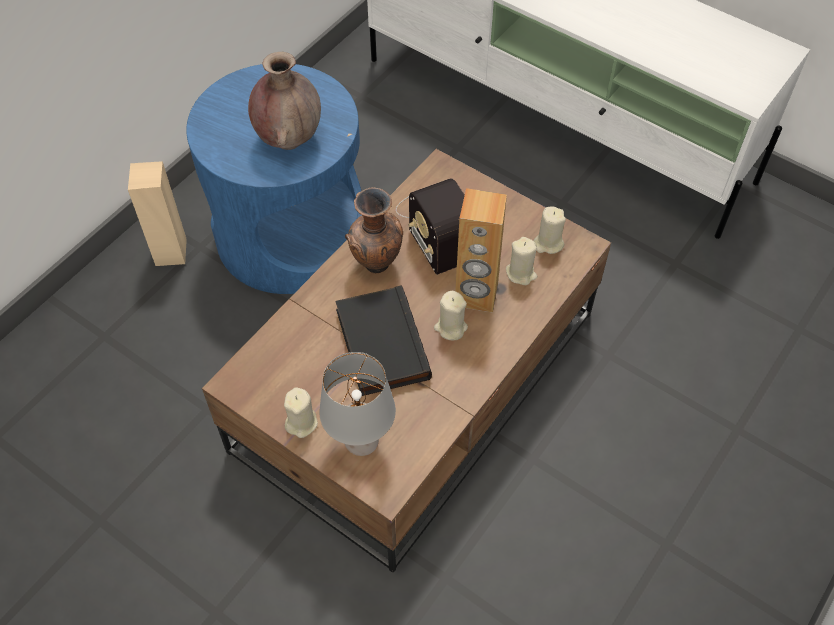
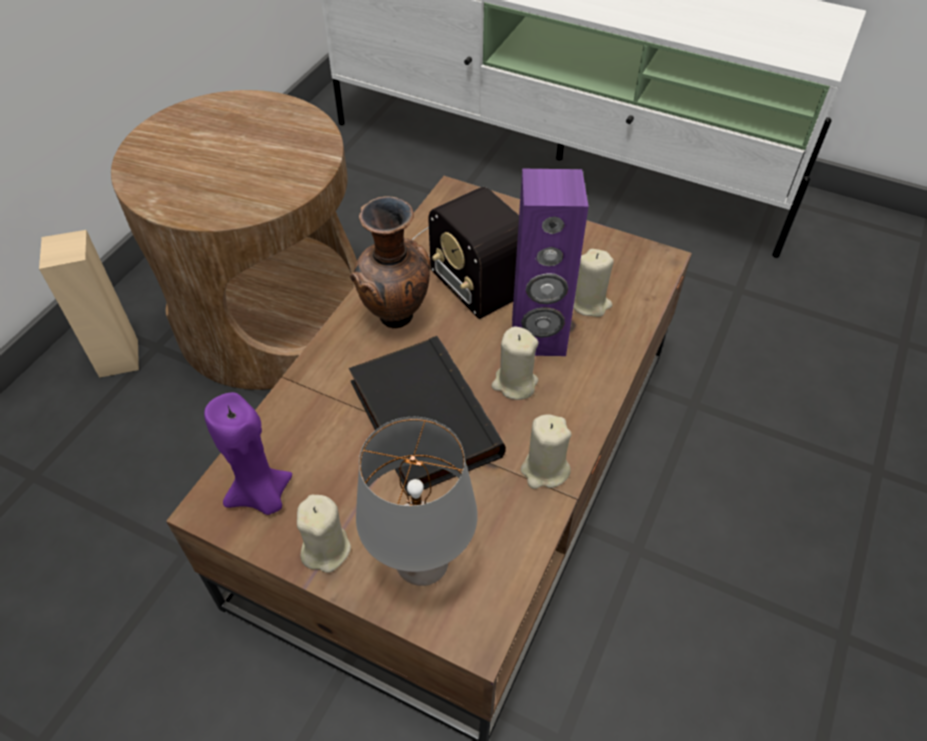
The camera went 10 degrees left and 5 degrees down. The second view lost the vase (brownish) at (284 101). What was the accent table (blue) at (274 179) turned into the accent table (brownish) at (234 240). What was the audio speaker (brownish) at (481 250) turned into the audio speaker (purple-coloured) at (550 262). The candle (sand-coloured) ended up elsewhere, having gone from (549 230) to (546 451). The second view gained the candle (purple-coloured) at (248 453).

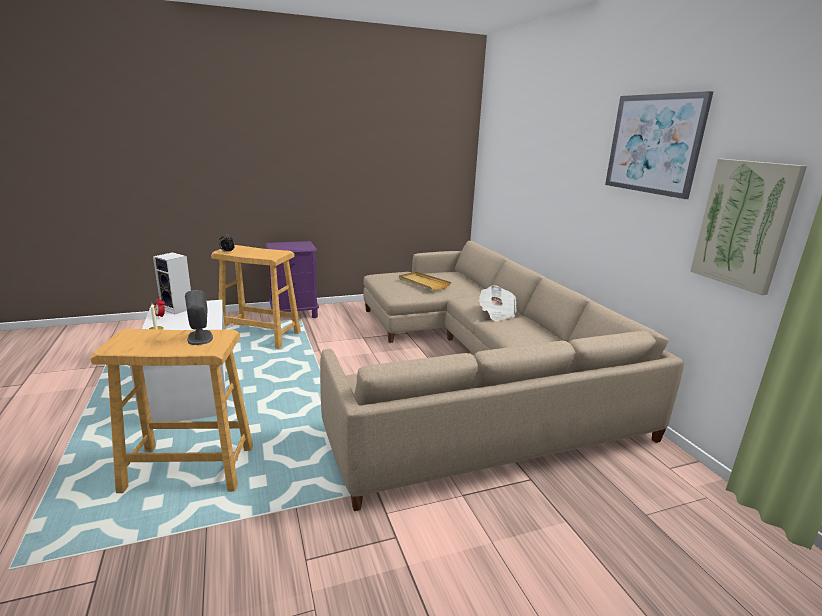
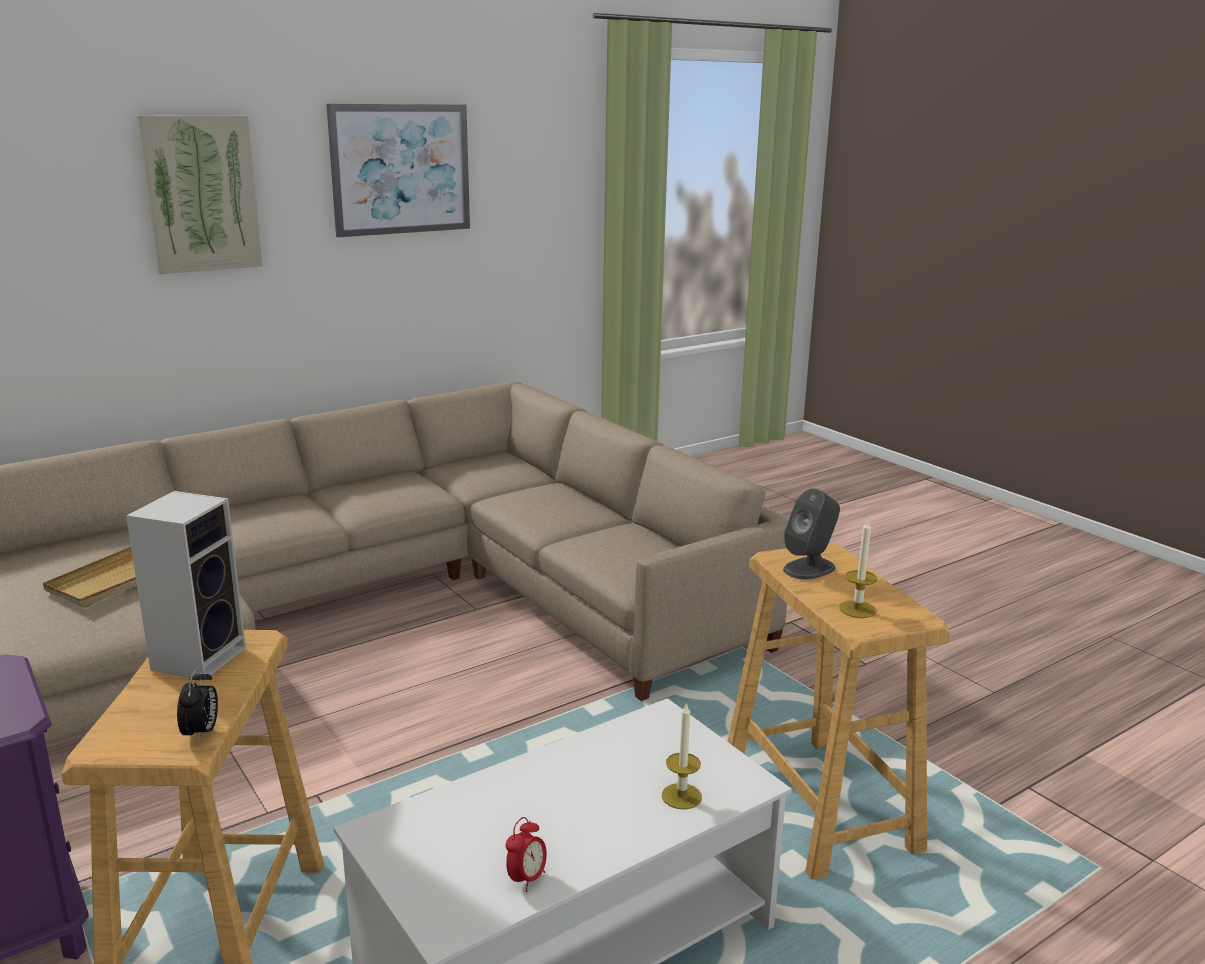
The camera went 105 degrees left and 0 degrees up. The wall art ended up elsewhere, having gone from (748 227) to (199 194). The audio speaker ended up elsewhere, having gone from (172 283) to (186 586). The second view lost the daily paper at (497 303). The second view gained the candle at (858 569).

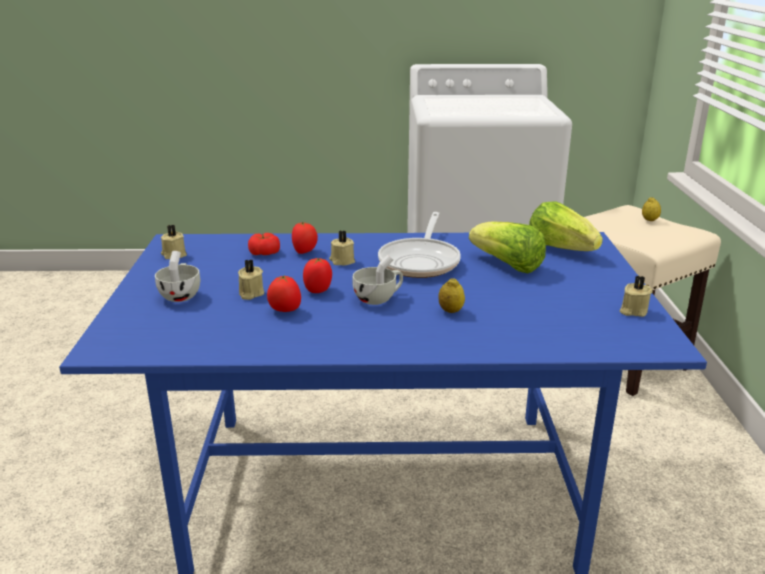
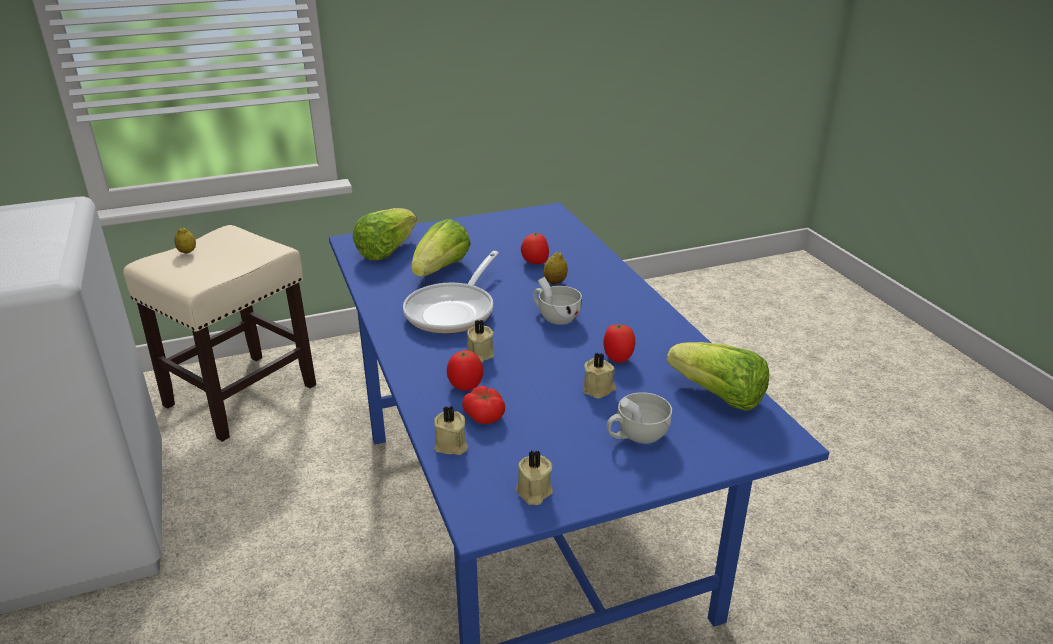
The camera went 110 degrees left and 5 degrees up. The skillet at (419 245) ended up facing another way, 120 degrees clockwise from before. The whole tomato ended up elsewhere, having gone from (317 275) to (535 248). The candle (sand-coloured) ended up elsewhere, having gone from (635 296) to (451 430). The second view gained the head of lettuce at (718 376).

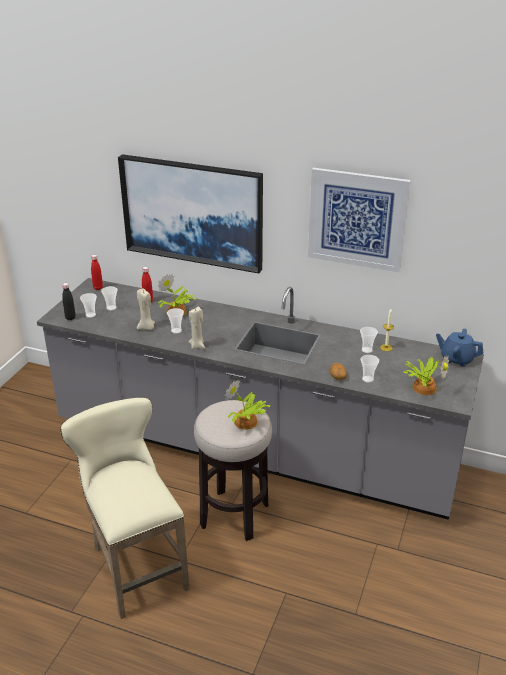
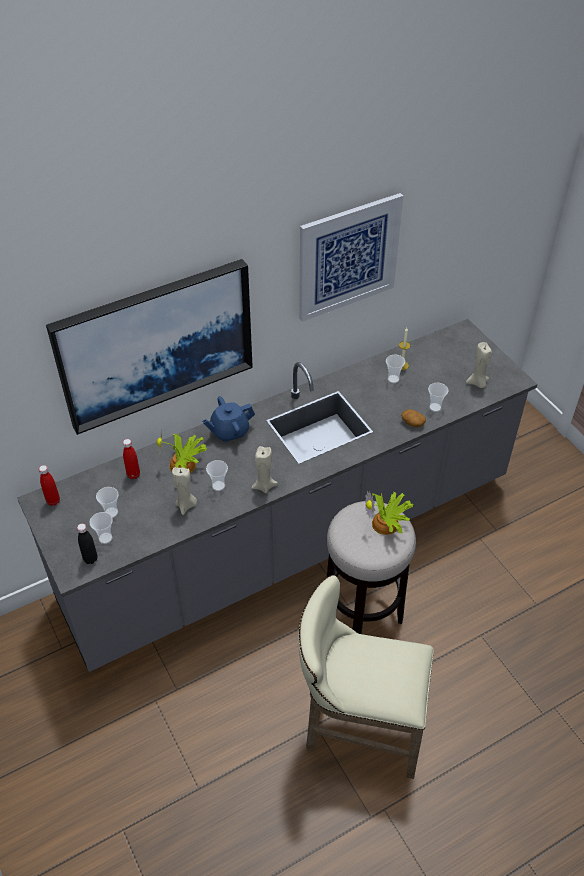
The camera went 50 degrees left and 15 degrees up. The pot for tea (blue) ended up elsewhere, having gone from (459 348) to (228 419). Where the houseplant stood at (426 374), the candle (sand-coloured) came to stand at (479 365).

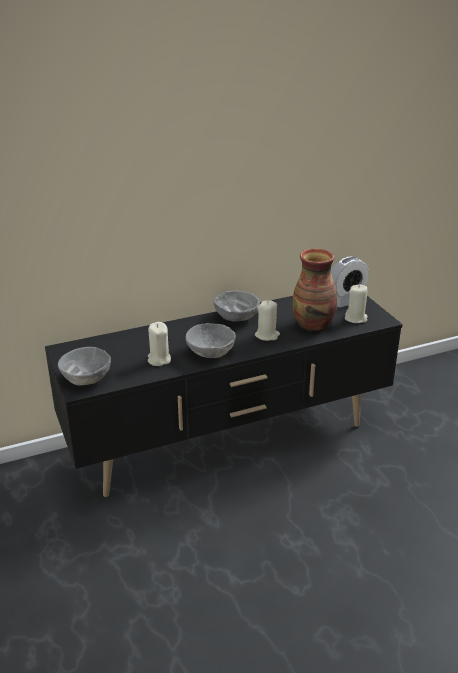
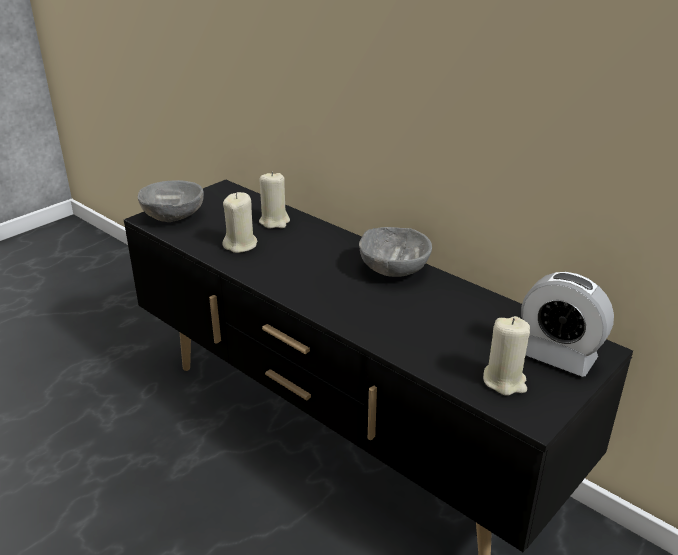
The camera went 65 degrees right and 0 degrees up. The second view lost the vase at (315 290). The candle (sand-coloured) ended up elsewhere, having gone from (267 320) to (274 200). The second view lost the serving bowl (grey) at (210 340).

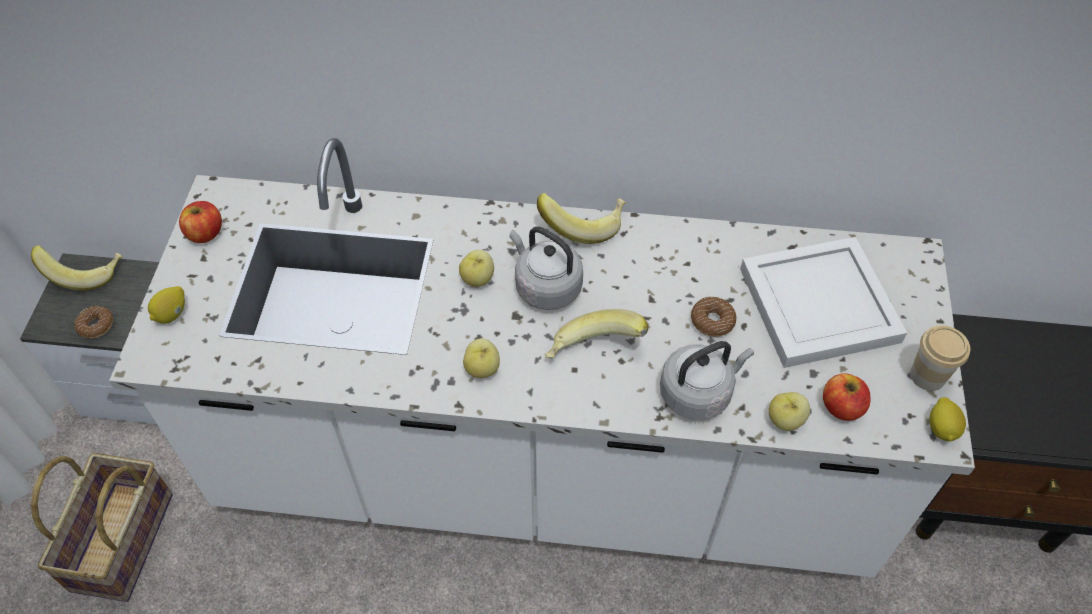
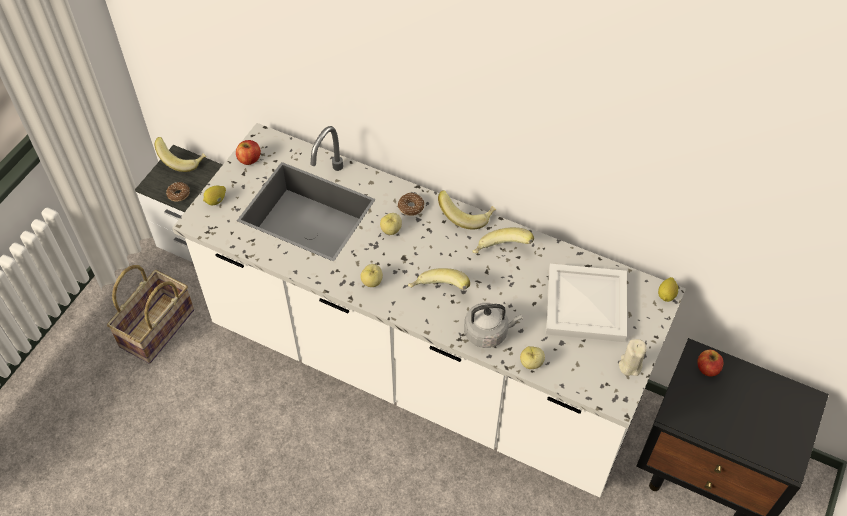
The camera went 20 degrees right and 0 degrees up. The second view lost the kettle (grey) at (546 268). The doughnut ended up elsewhere, having gone from (713 317) to (411 204). Where the drinking cup stood at (940 358), the candle (sand-coloured) came to stand at (633 357). The apple ended up elsewhere, having gone from (847 397) to (710 363). The lemon ended up elsewhere, having gone from (947 419) to (668 289). The second view gained the banana fruit at (503 240).

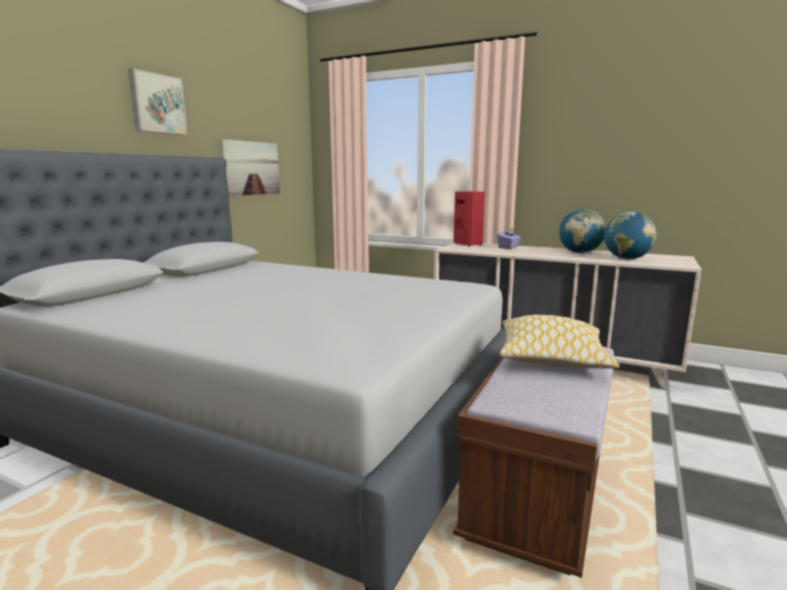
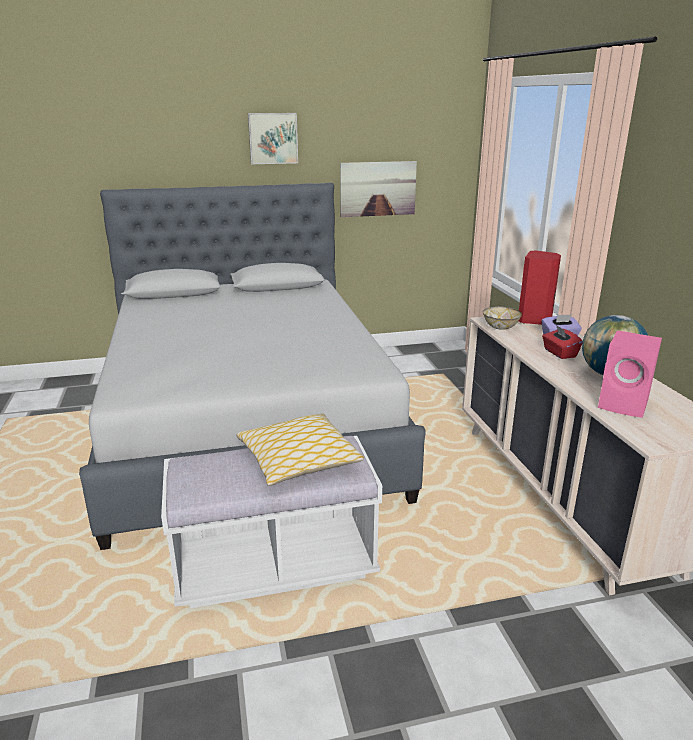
The camera went 50 degrees right and 10 degrees up. Where the desk globe stood at (630 235), the audio speaker (pinkish) came to stand at (630 374). What was the long seat (brownish) at (533 462) turned into the long seat (whitish) at (271 522). The second view gained the serving bowl at (502 318). The second view gained the box of tissues (red) at (562 342).

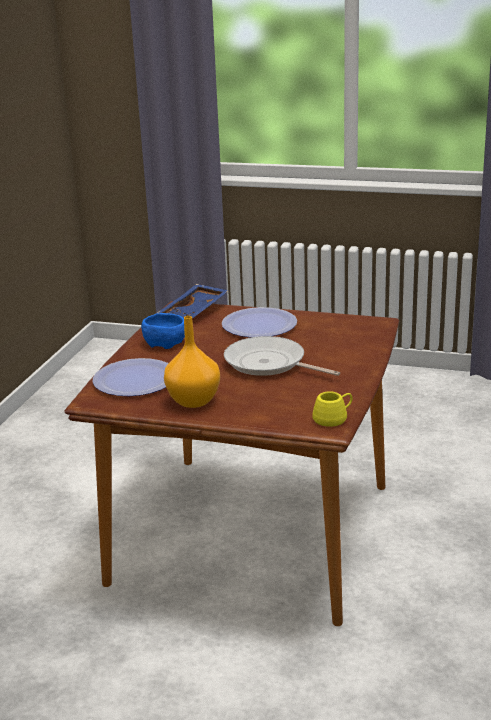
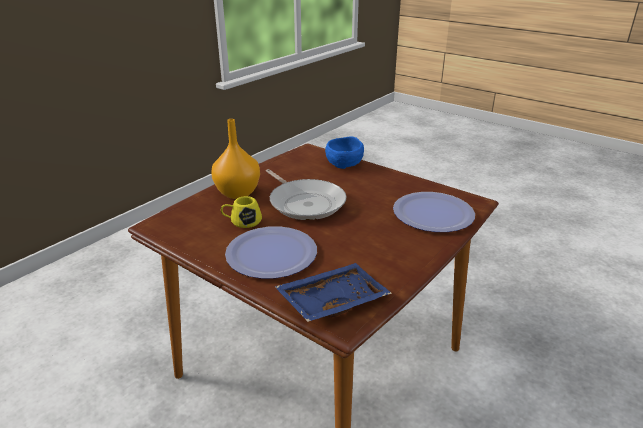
The camera went 160 degrees left and 5 degrees up. The serving bowl (blue) ended up elsewhere, having gone from (163 331) to (344 152). The vase (orange-coloured) ended up elsewhere, having gone from (192 362) to (235 159). The tea mug (yellow-coloured) ended up elsewhere, having gone from (332 409) to (241 212).

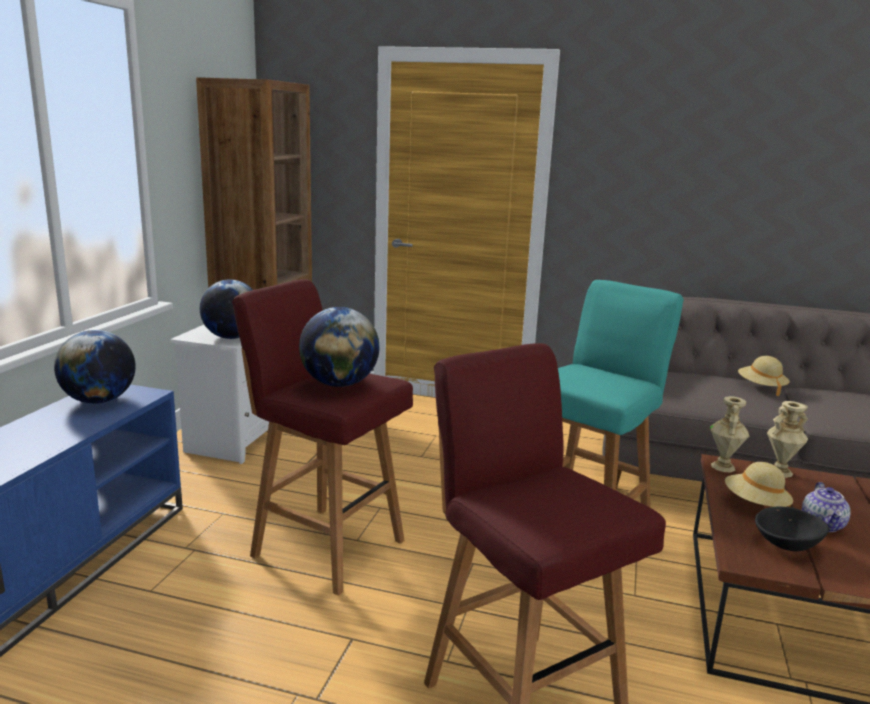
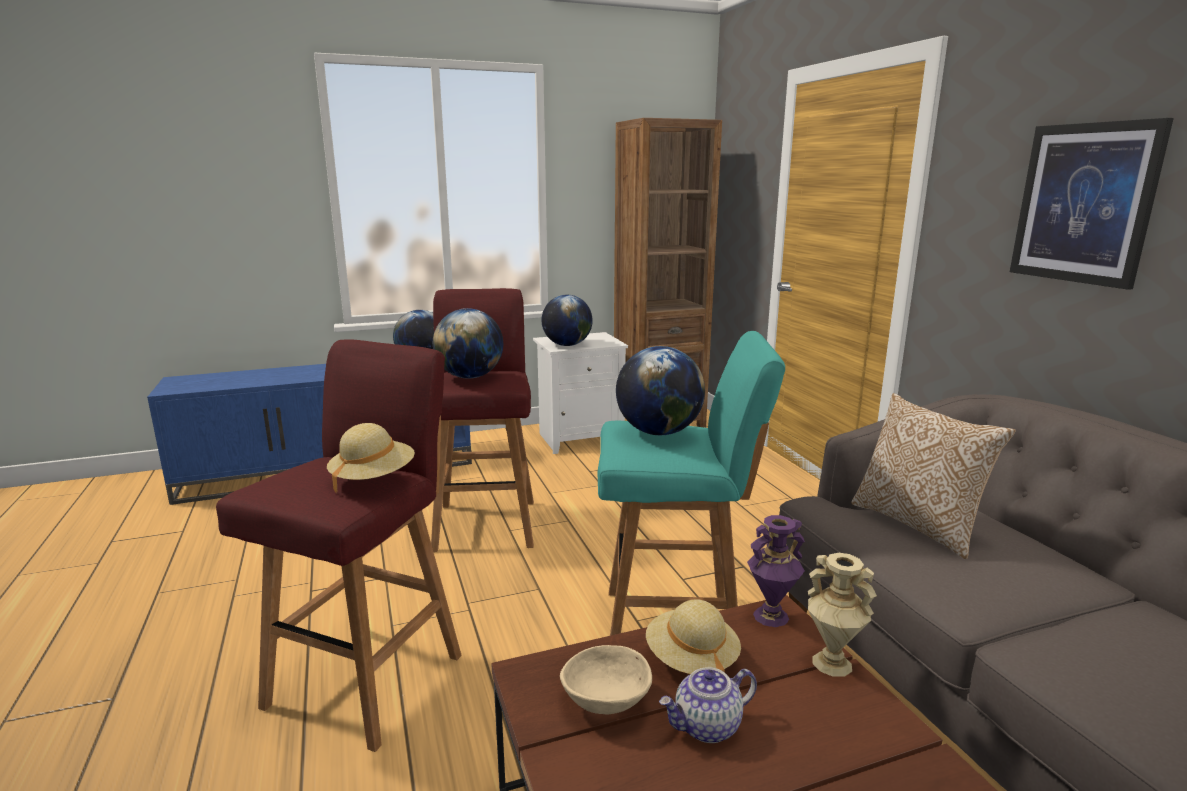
The camera went 55 degrees right and 0 degrees up. The hat (sand-coloured) ended up elsewhere, having gone from (764 376) to (371 457). What was the vase (sand-coloured) at (729 434) turned into the vase (purple-coloured) at (776 571). What was the serving bowl (black-coloured) at (792 528) turned into the serving bowl (sand-coloured) at (606 679). The second view gained the wall art at (1092 204). The second view gained the desk globe at (660 390). The second view gained the pillow at (933 476).

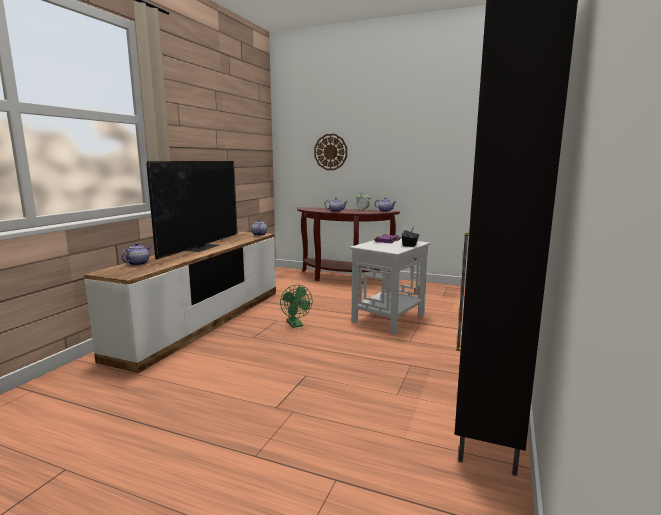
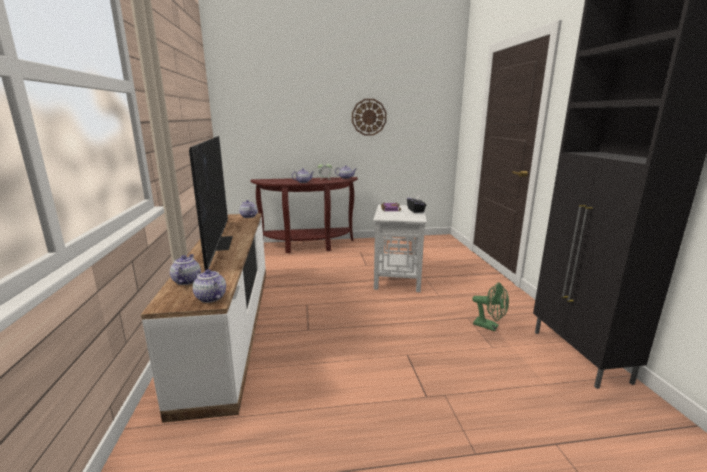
The camera went 30 degrees left and 5 degrees up. The wall clock ended up elsewhere, having gone from (330 152) to (369 117). The electric fan (greenish) ended up elsewhere, having gone from (296 306) to (490 307). The second view gained the pot for tea at (209 286).

